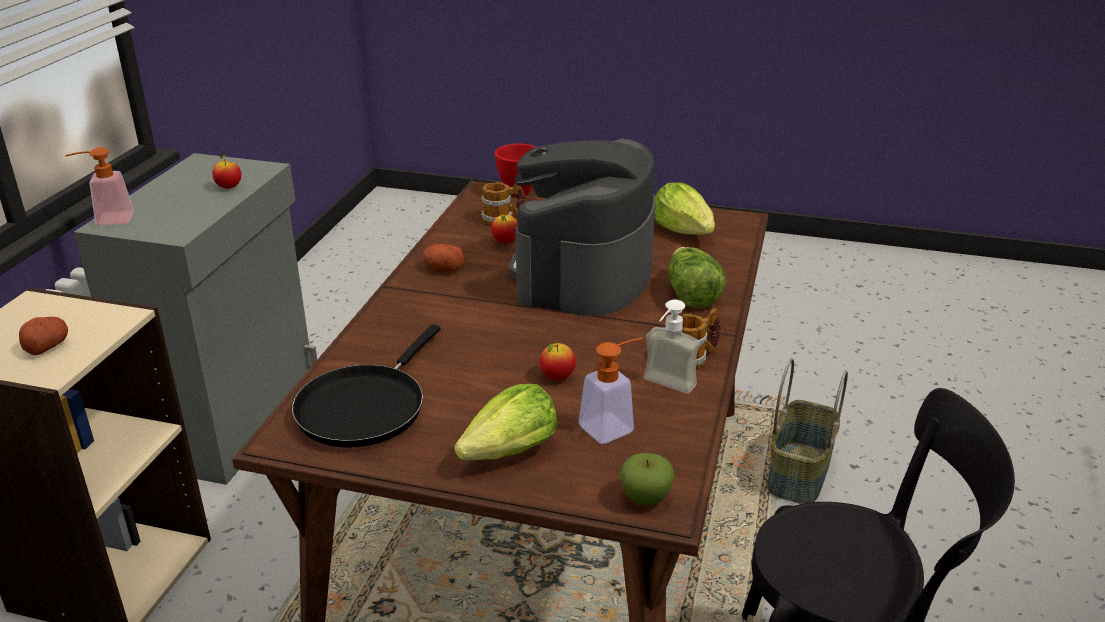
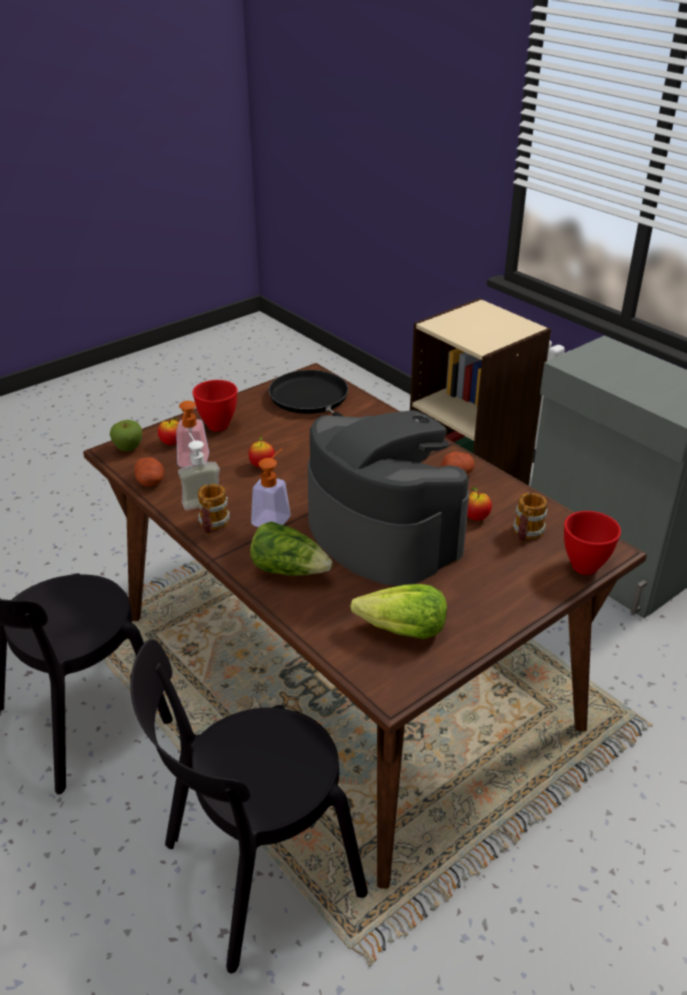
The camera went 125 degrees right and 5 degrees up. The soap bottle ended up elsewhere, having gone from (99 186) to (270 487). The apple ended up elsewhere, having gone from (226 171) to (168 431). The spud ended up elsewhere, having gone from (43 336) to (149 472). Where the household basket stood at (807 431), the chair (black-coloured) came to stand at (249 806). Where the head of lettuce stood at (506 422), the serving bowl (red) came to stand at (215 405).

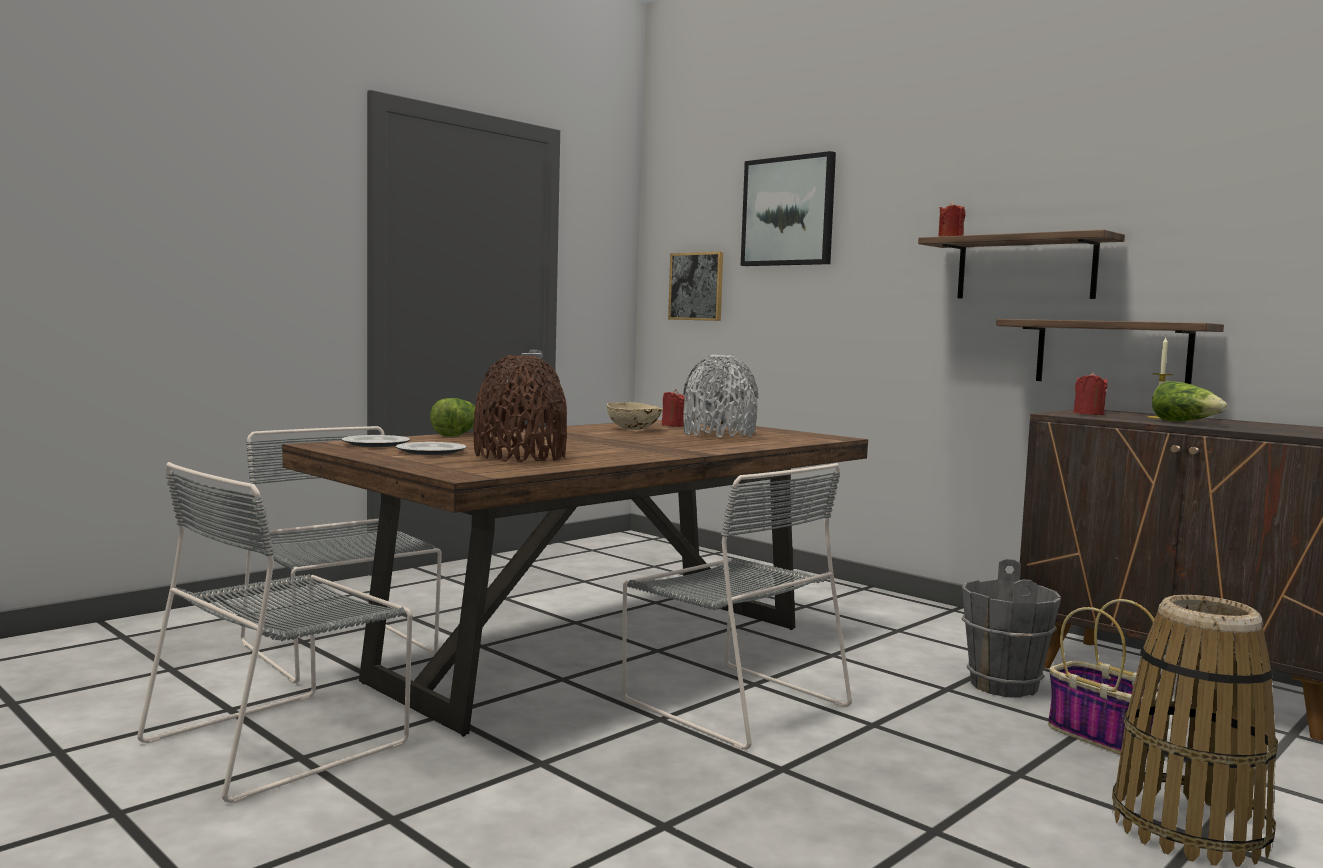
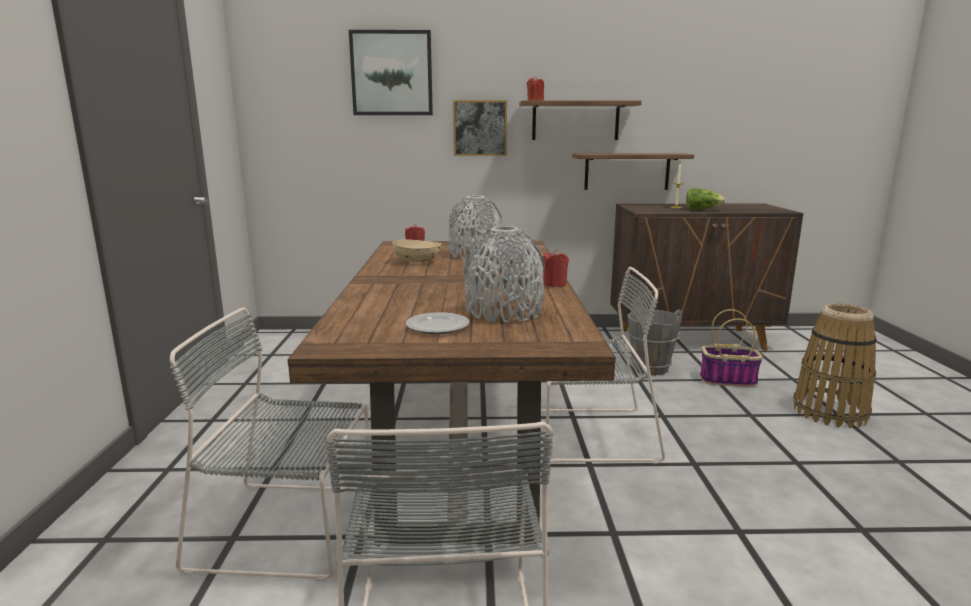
The camera went 45 degrees left and 10 degrees up. The wall art ended up elsewhere, having gone from (695 286) to (480 128). What was the vase (brownish) at (520 408) turned into the vase (grey) at (504 274). The candle (red) ended up elsewhere, having gone from (1090 393) to (556 268). The second view lost the head of lettuce at (452 417). The second view lost the dinner plate at (376 441).

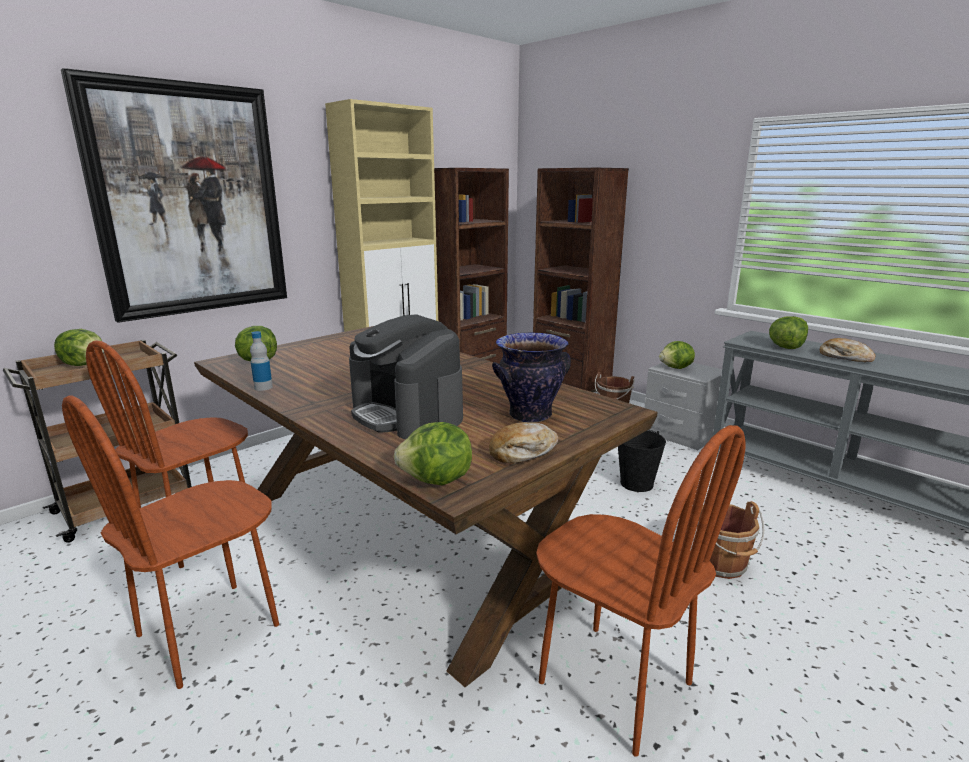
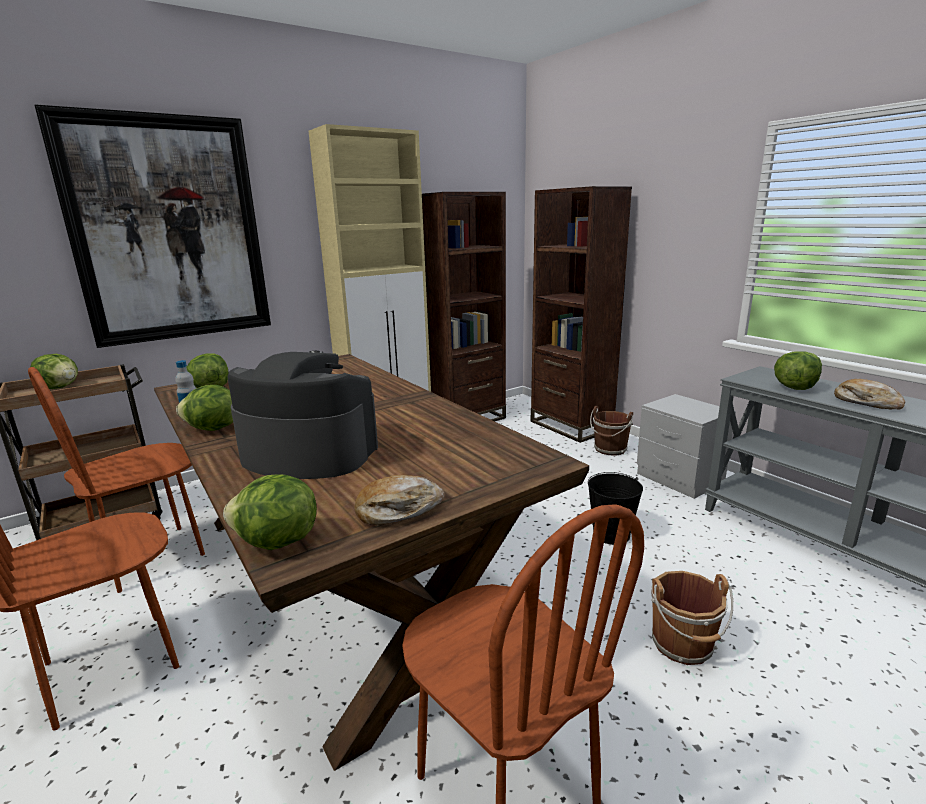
The camera went 10 degrees right and 0 degrees up. The coffee machine at (406 376) ended up facing another way, 135 degrees clockwise from before. The second view lost the vase at (531 377). The head of lettuce ended up elsewhere, having gone from (677 355) to (204 408).

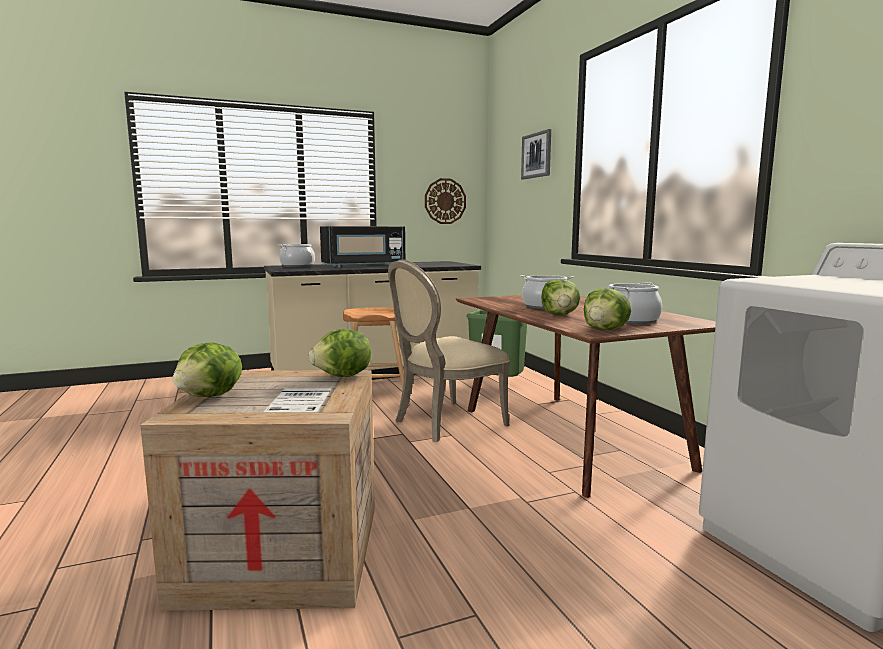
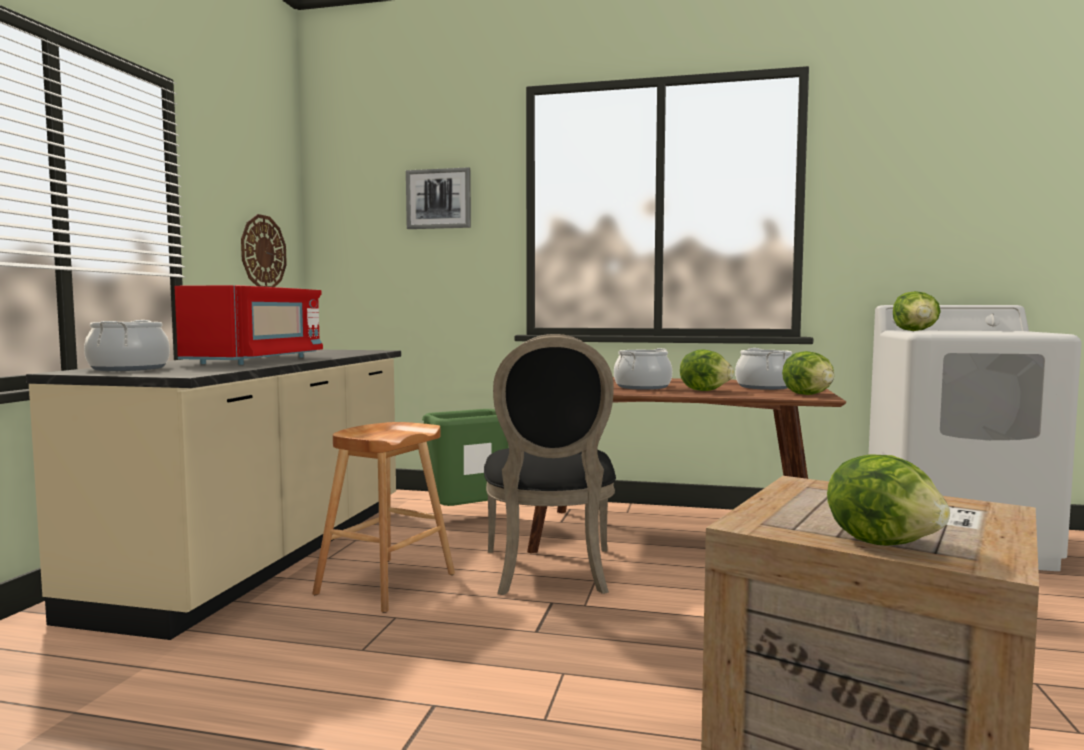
The camera went 55 degrees left and 5 degrees down. What was the kitchen microwave (black-coloured) at (362 247) turned into the kitchen microwave (red) at (248 325). What was the chair (sand-coloured) at (449 350) turned into the chair (black-coloured) at (550 464). The head of lettuce ended up elsewhere, having gone from (340 353) to (917 311).

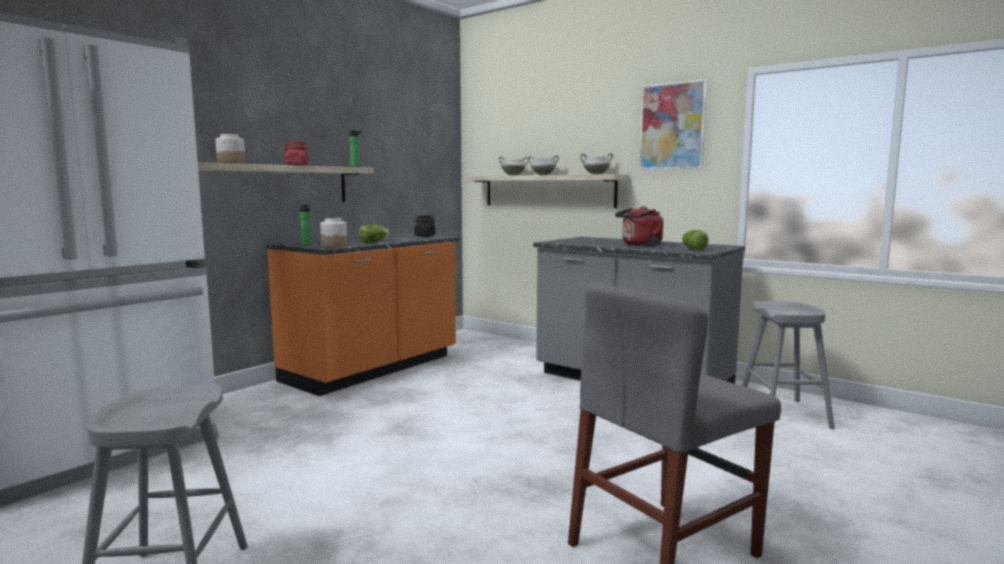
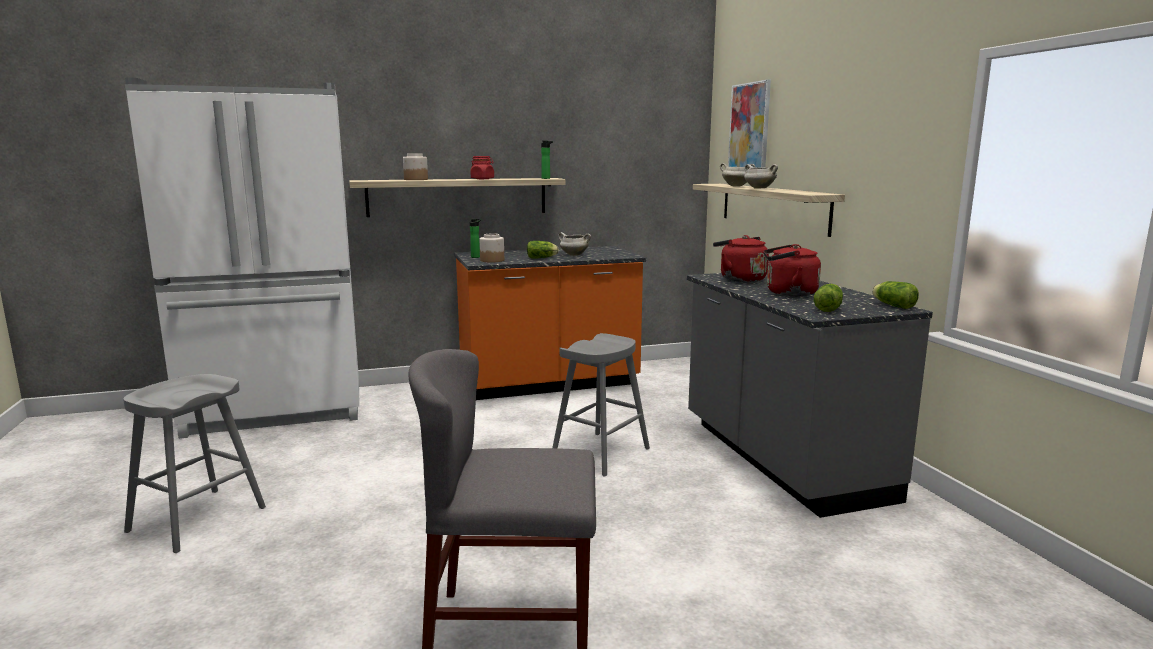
The camera went 35 degrees right and 5 degrees up. The wall art ended up elsewhere, having gone from (673 124) to (749 123). The cooking pot (whitish) ended up elsewhere, having gone from (596 163) to (574 244). The second view lost the preserve jar (black-coloured) at (424 225). The sitting stool (grey) ended up elsewhere, having gone from (788 365) to (601 405). The second view gained the kettle (red) at (741 258). The second view gained the head of lettuce at (895 295).

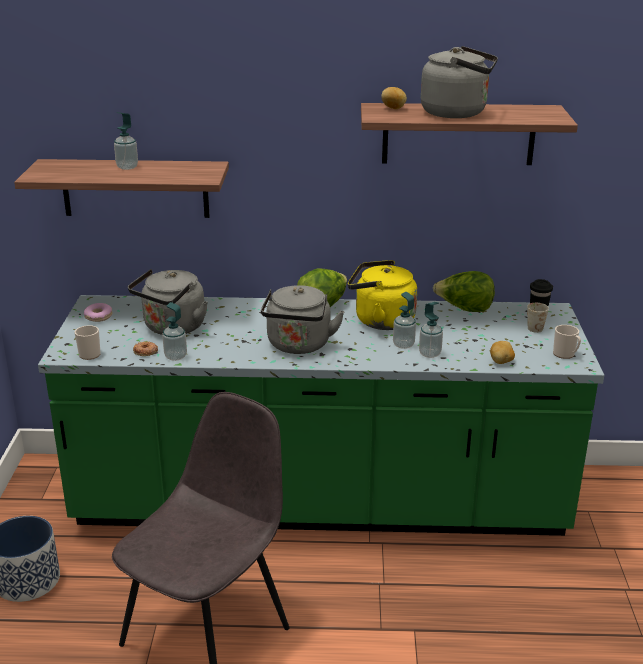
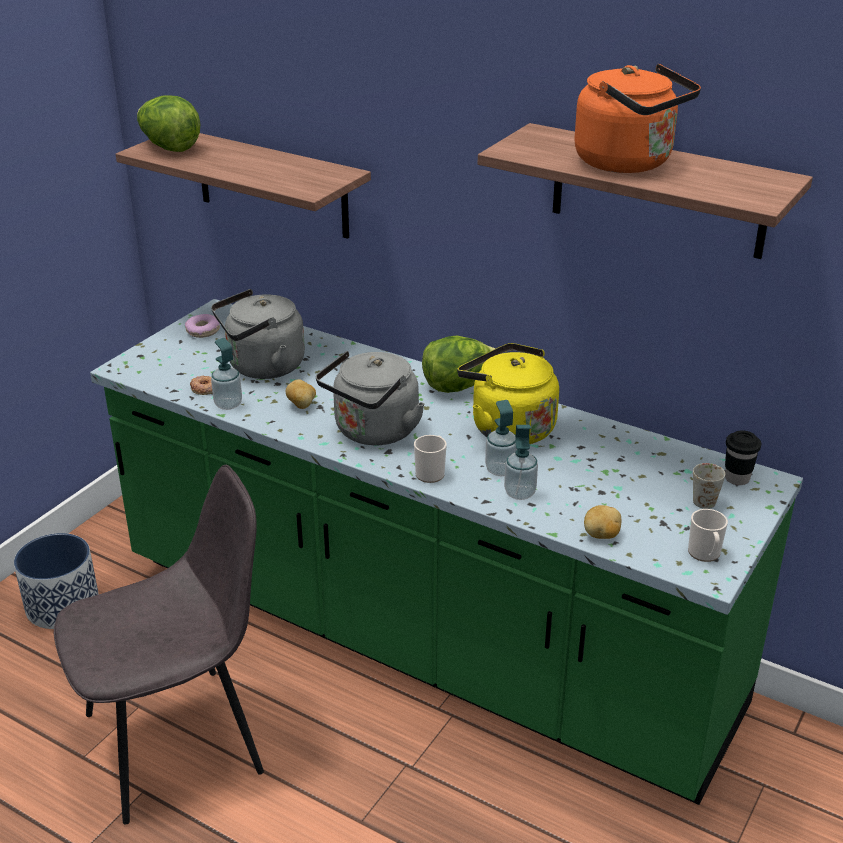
The camera went 30 degrees right and 5 degrees up. What was the kettle (grey) at (459 82) turned into the kettle (orange-coloured) at (637 118). The spud ended up elsewhere, having gone from (394 98) to (301 394). The second view lost the soap bottle at (126 141). The head of lettuce ended up elsewhere, having gone from (464 291) to (168 123). The tea mug ended up elsewhere, having gone from (87 342) to (430 459).

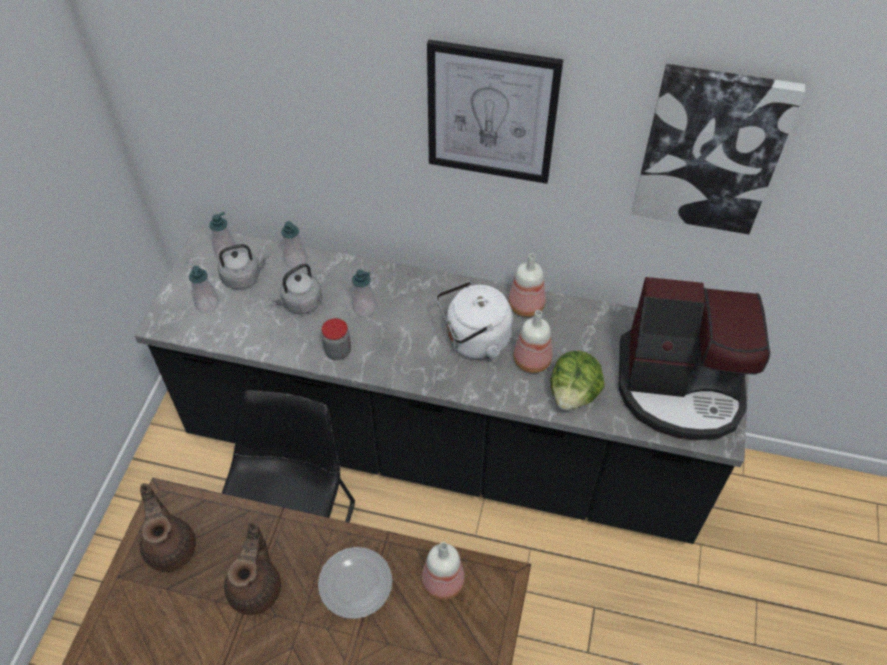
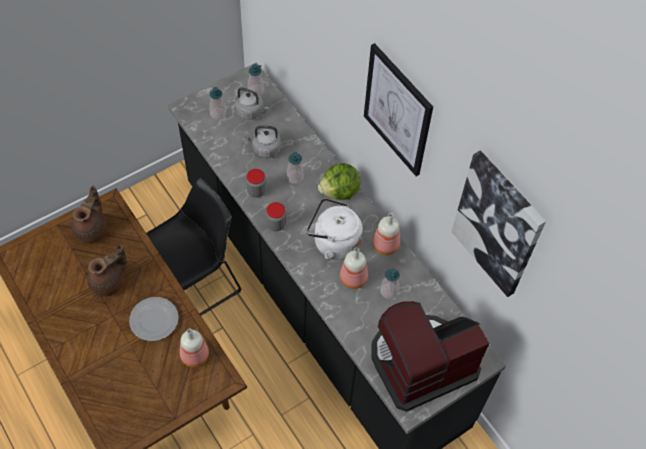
The camera went 40 degrees right and 5 degrees up. The soap bottle ended up elsewhere, having gone from (294 244) to (390 283). The coffee machine at (695 358) ended up facing another way, 105 degrees clockwise from before. The head of lettuce ended up elsewhere, having gone from (577 380) to (339 181). The second view gained the preserve jar at (276 216).

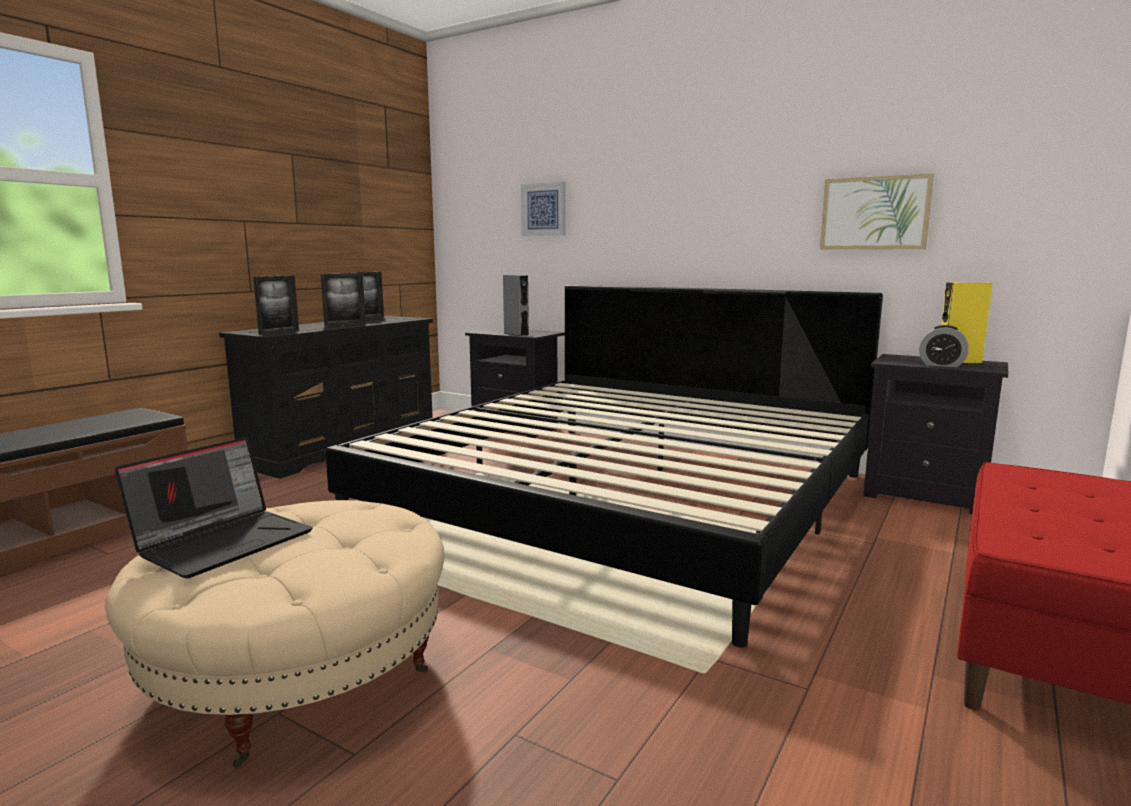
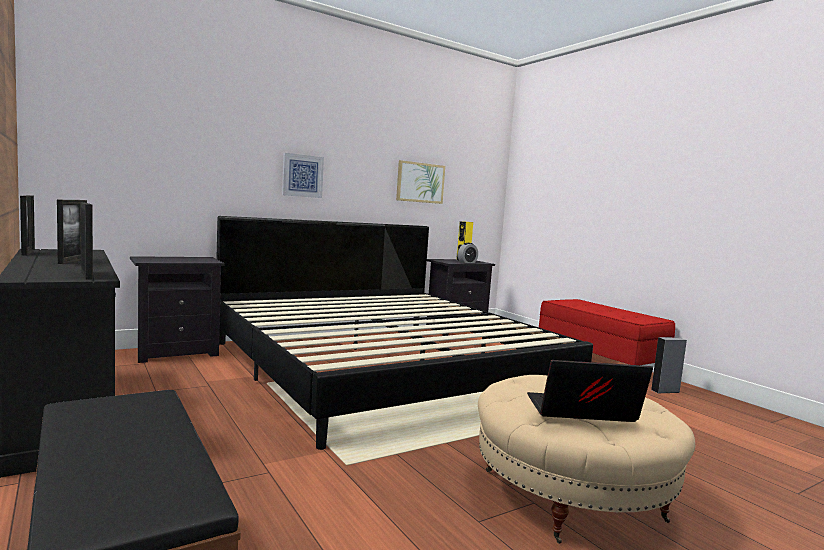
The camera went 65 degrees left and 5 degrees down. The wall art ended up elsewhere, having gone from (543 209) to (303 175). The audio speaker (grey) ended up elsewhere, having gone from (516 305) to (669 365). The notebook computer at (214 507) ended up facing another way, 60 degrees counterclockwise from before.

